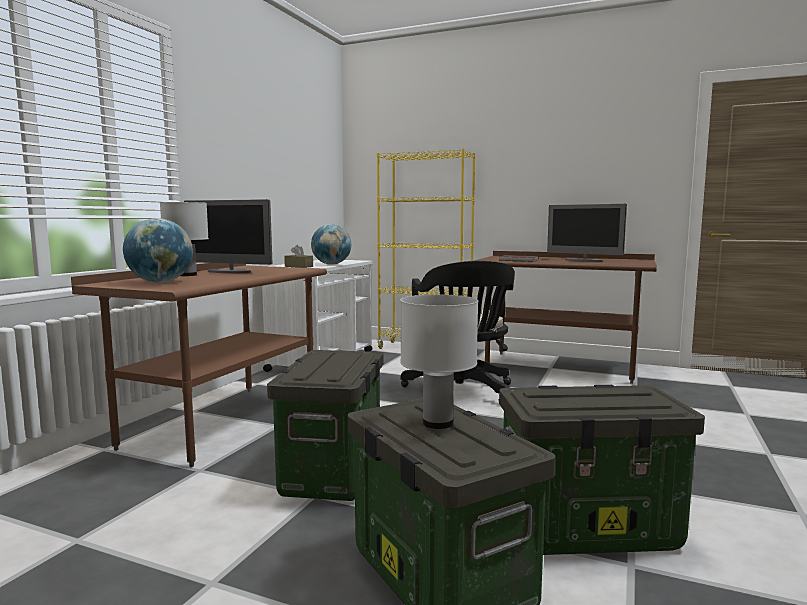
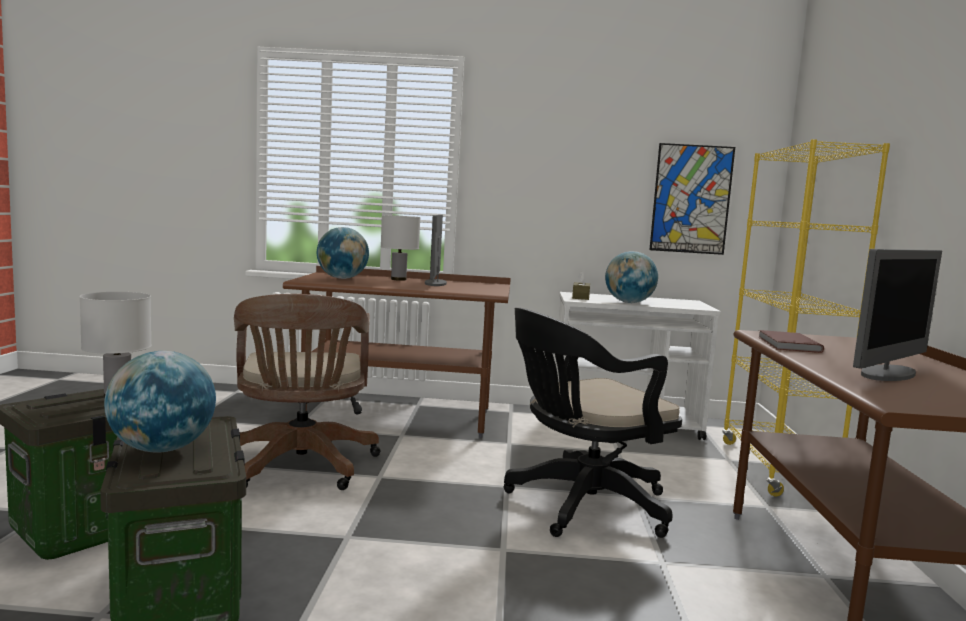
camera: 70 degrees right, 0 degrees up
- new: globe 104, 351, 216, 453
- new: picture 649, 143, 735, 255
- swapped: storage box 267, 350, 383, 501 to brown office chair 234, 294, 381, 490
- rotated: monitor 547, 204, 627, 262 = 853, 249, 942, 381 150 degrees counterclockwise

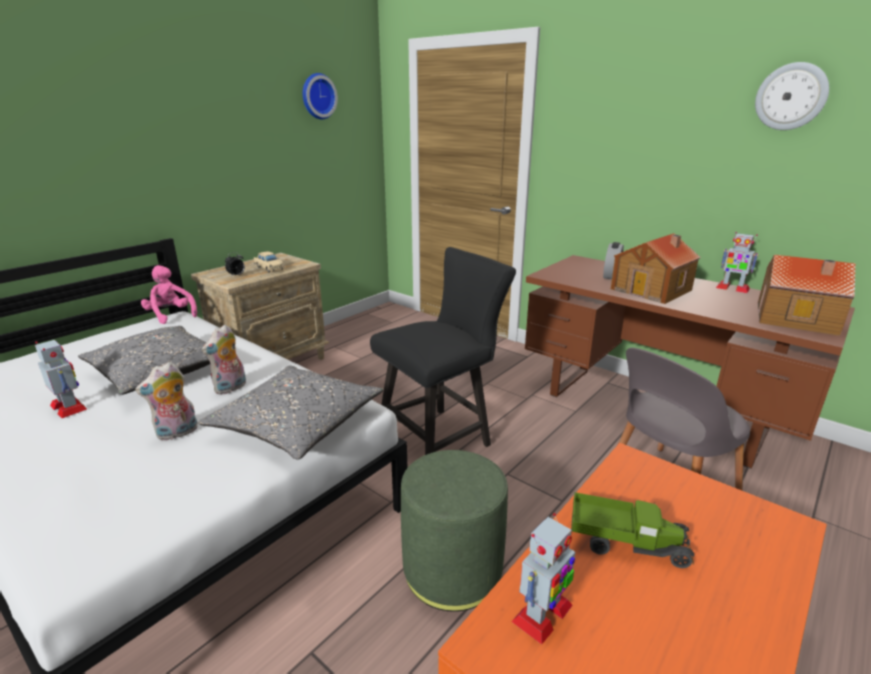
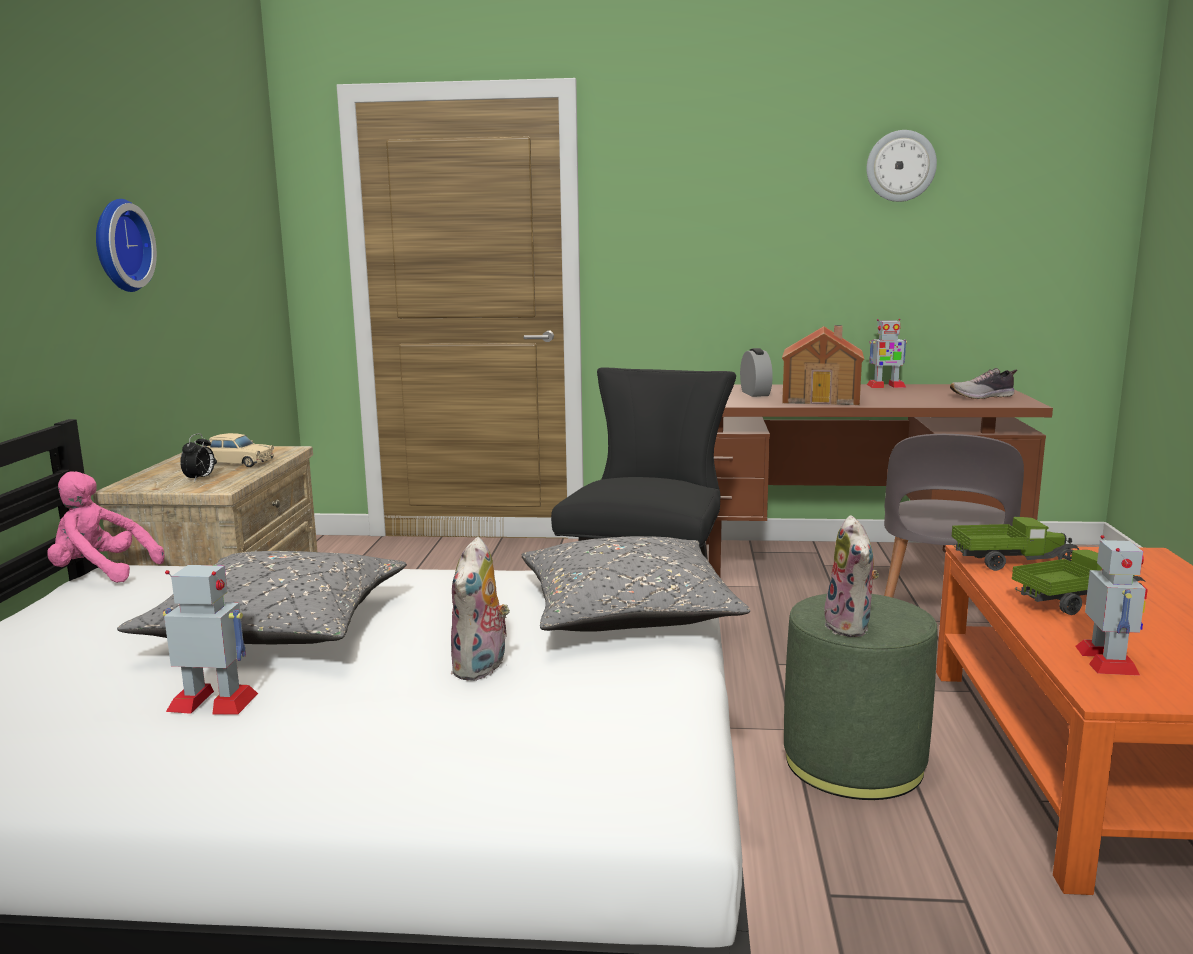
camera: 35 degrees left, 10 degrees down
- new: toy truck 951, 517, 1079, 571
- shifted: plush toy 202, 325, 246, 395 to 820, 515, 879, 637
- shifted: wall clock 303, 73, 338, 119 to 96, 199, 157, 292
- swapped: toy house 758, 255, 856, 336 to shoe 950, 368, 1017, 399

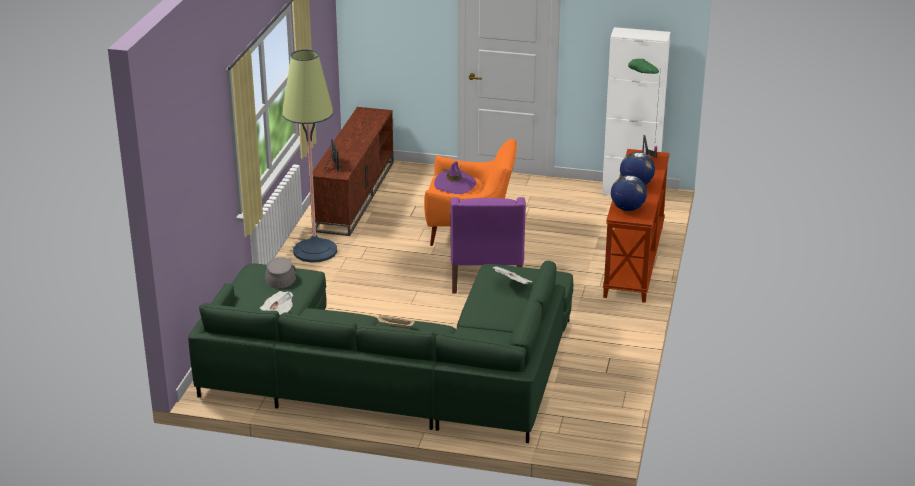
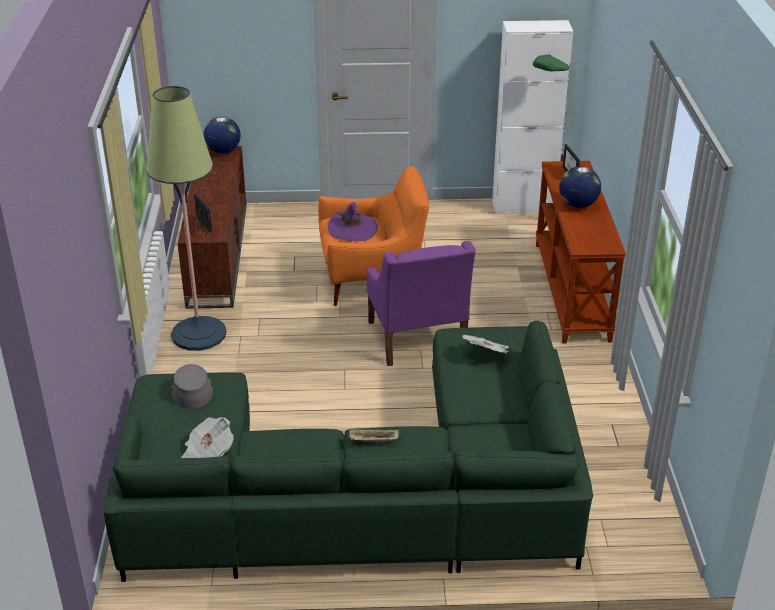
camera: 15 degrees left, 5 degrees up
- shifted: globe 611, 175, 647, 211 to 204, 117, 241, 154

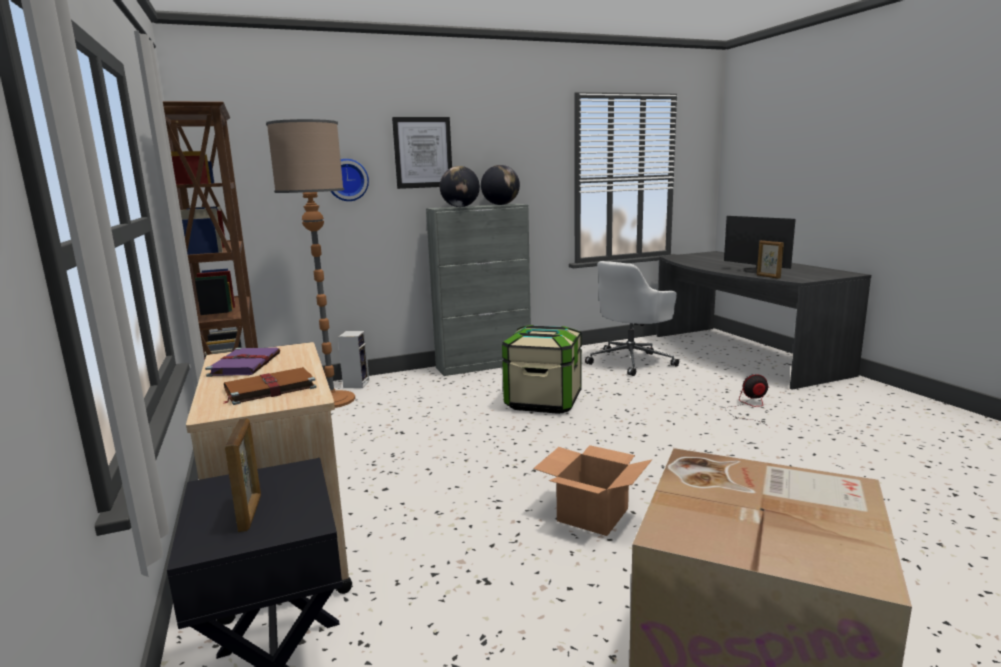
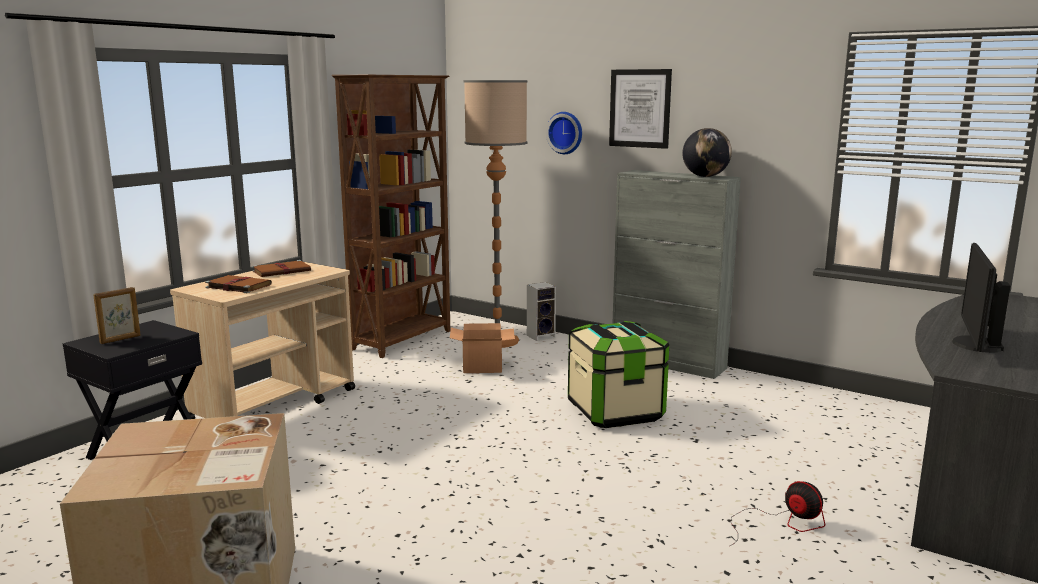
camera: 55 degrees right, 0 degrees up
- gone: globe 440, 166, 480, 207
- gone: white office chair 585, 261, 679, 376
- gone: picture frame 757, 240, 784, 279
- shifted: cardboard box 533, 445, 652, 536 to 450, 323, 515, 373
- repainted: purple book 205, 347, 280, 377 to brown book 252, 260, 311, 277

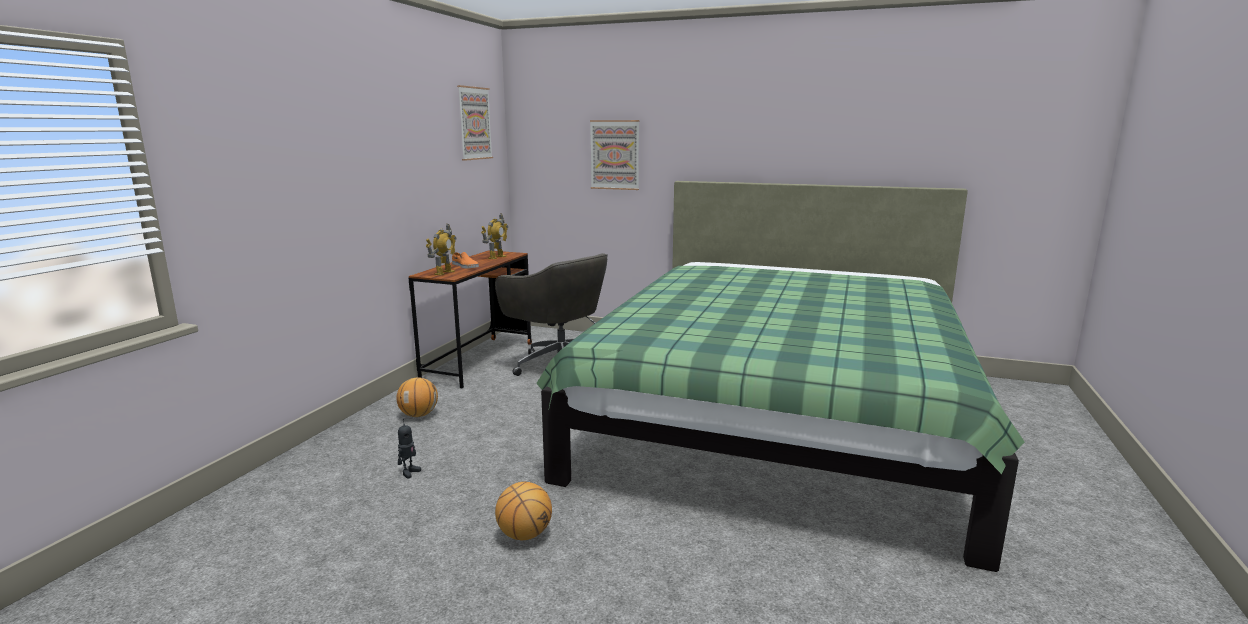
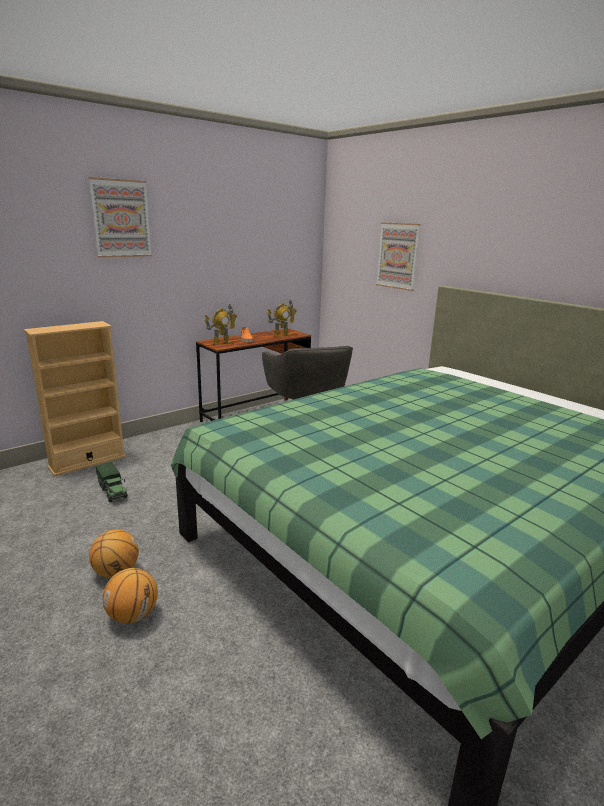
camera: 30 degrees right, 5 degrees up
- new: beige bookcase 24, 321, 126, 477
- shifted: basketball 396, 377, 438, 417 to 103, 568, 158, 624
- shifted: picture 457, 85, 493, 161 to 89, 177, 152, 258
- swapped: toy robot 398, 419, 421, 478 to toy truck 96, 462, 128, 502

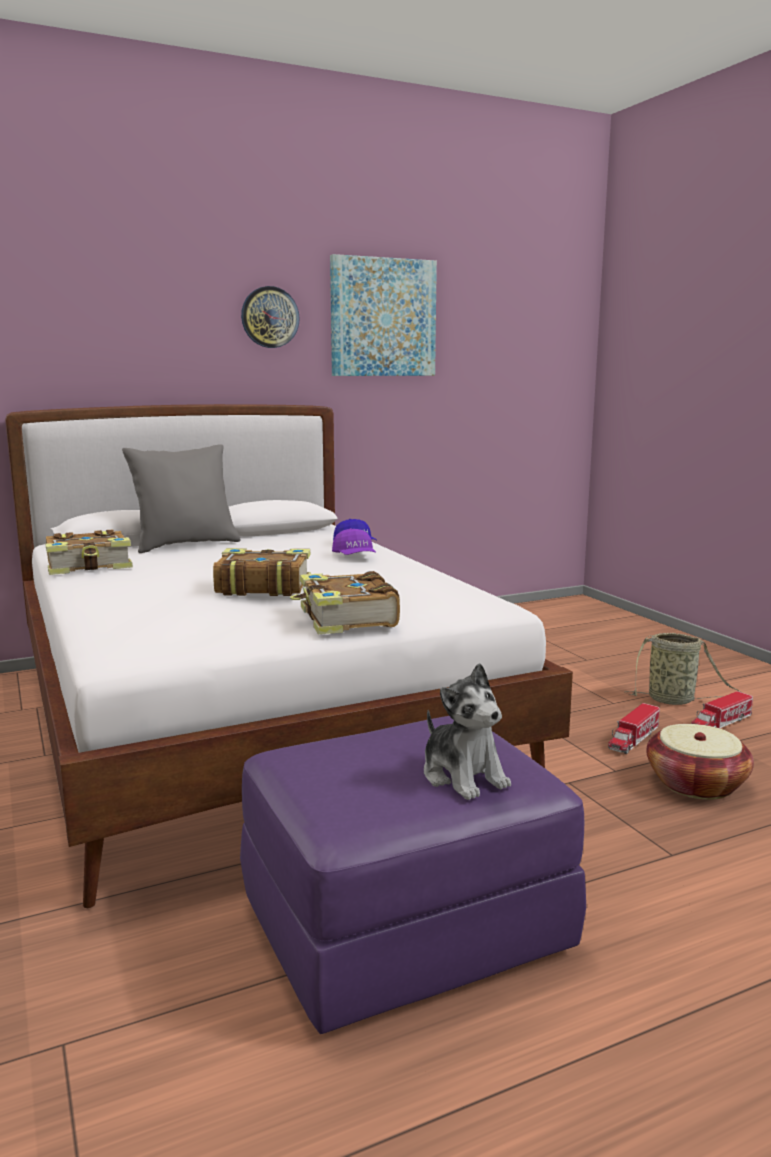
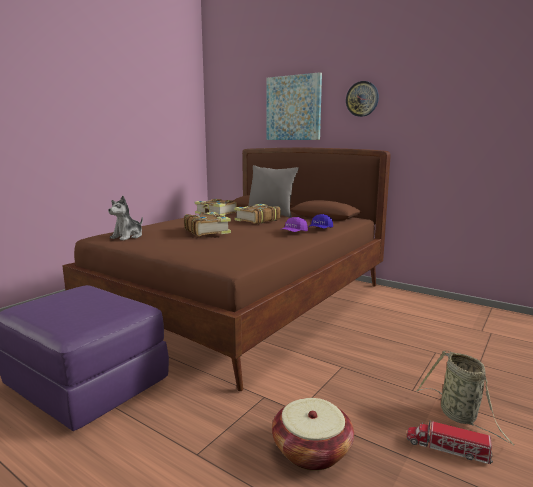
camera: 60 degrees right, 0 degrees up
- gone: toy truck 608, 703, 660, 754
- shifted: book 290, 571, 400, 634 to 234, 204, 281, 224
- shifted: picture 330, 254, 437, 376 to 266, 72, 322, 140
- shifted: plush toy 424, 663, 511, 800 to 108, 196, 143, 240
- repainted: white bed 5, 404, 573, 908 to brown bed 62, 148, 391, 391

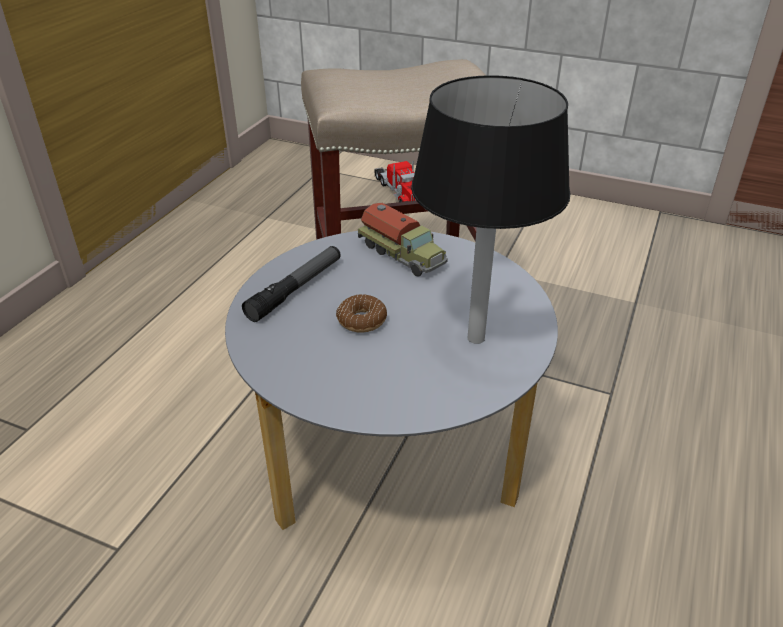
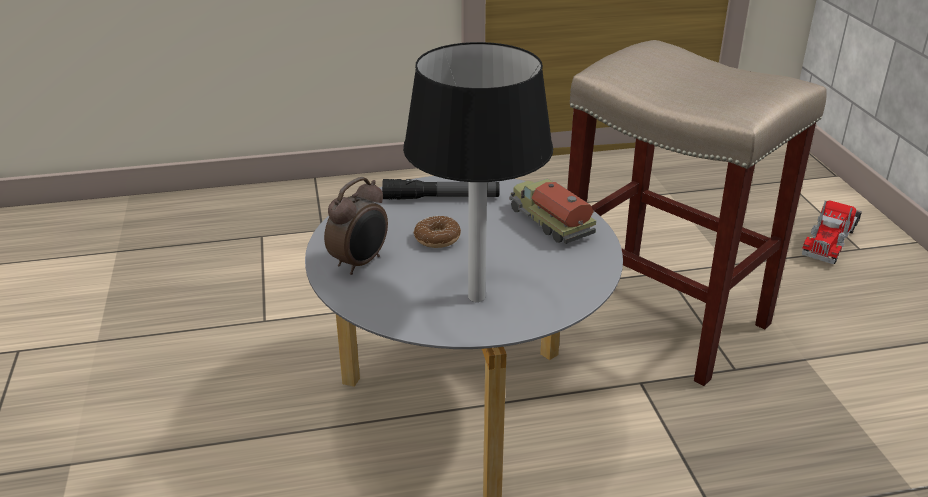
camera: 55 degrees right, 5 degrees down
- new: alarm clock 324, 177, 388, 275
- rotated: toy truck 358, 203, 448, 277 = 509, 179, 596, 244 135 degrees clockwise

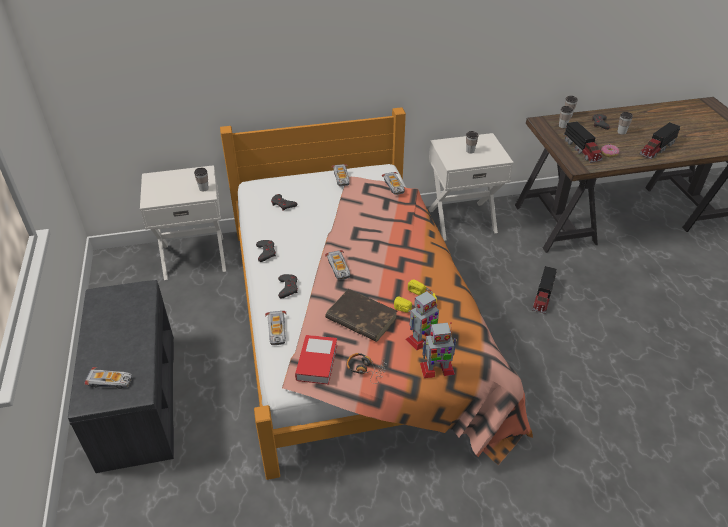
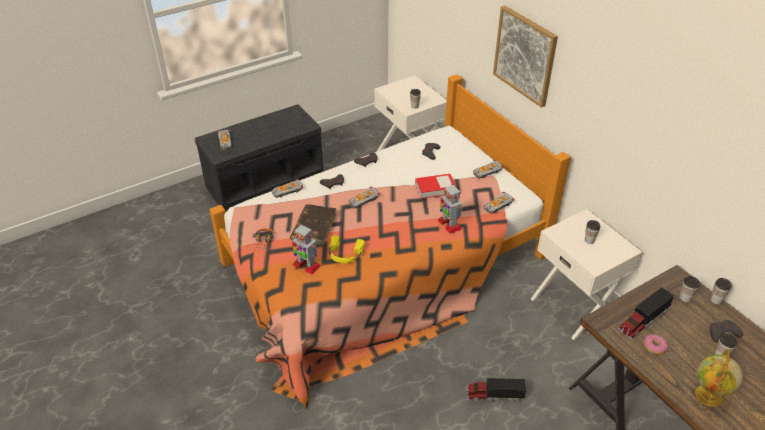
camera: 70 degrees right, 0 degrees up
- new: picture 493, 6, 558, 108
- shifted: book 295, 335, 337, 385 to 415, 174, 457, 199
- shifted: toy robot 420, 322, 457, 378 to 438, 184, 462, 234
- swapped: toy truck 639, 122, 681, 159 to globe 695, 349, 743, 407

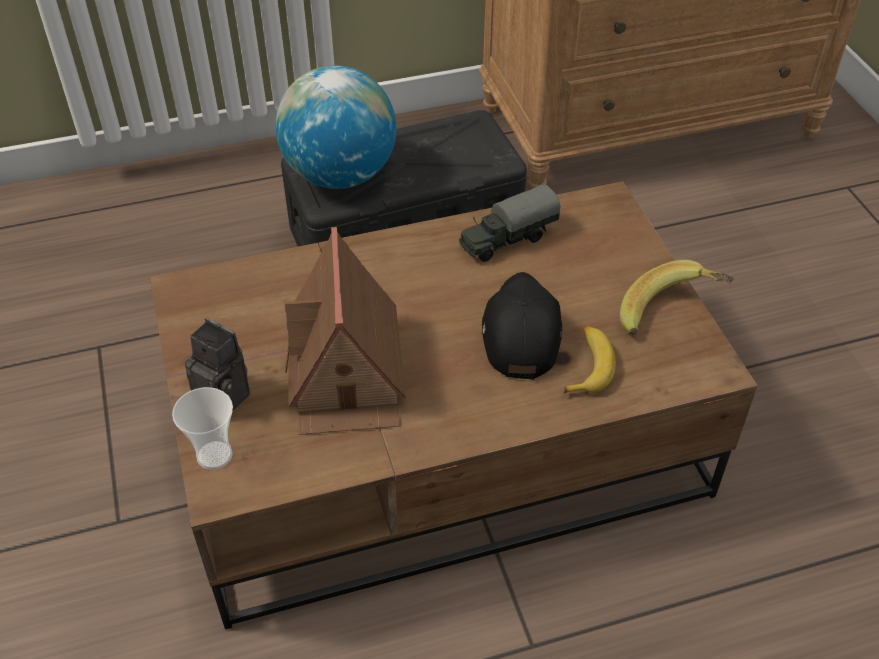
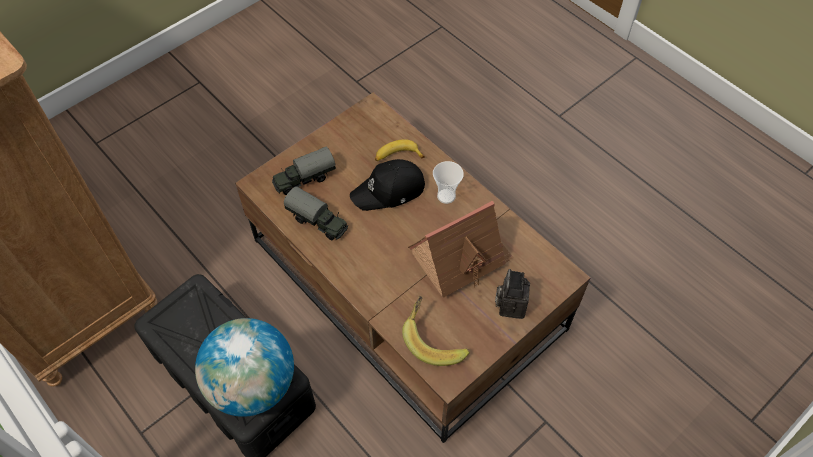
camera: 115 degrees left, 10 degrees up
- new: toy truck 272, 147, 336, 195
- shifted: cup 172, 387, 233, 470 to 433, 161, 464, 204
- shifted: banana 620, 260, 734, 335 to 402, 296, 470, 366

